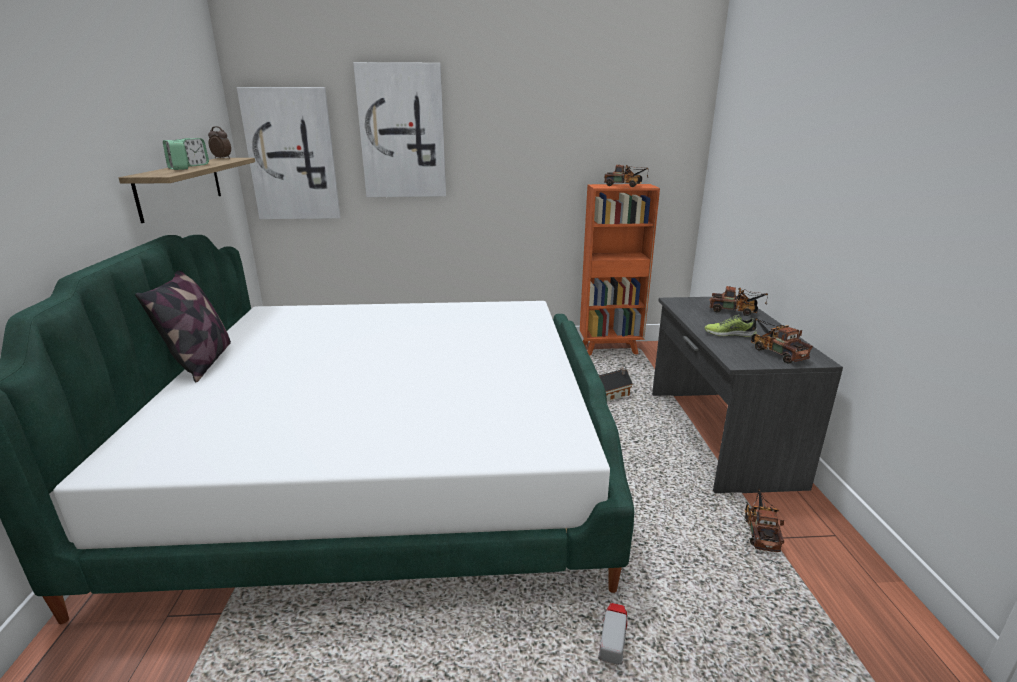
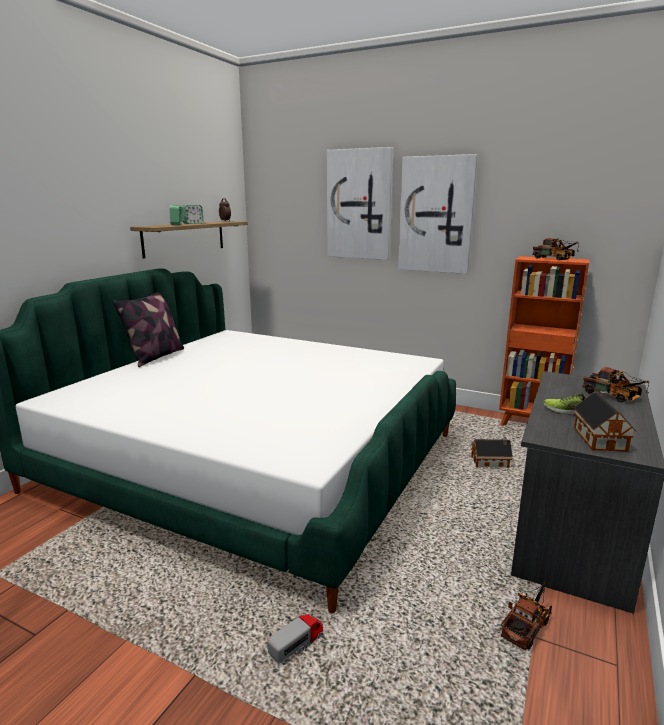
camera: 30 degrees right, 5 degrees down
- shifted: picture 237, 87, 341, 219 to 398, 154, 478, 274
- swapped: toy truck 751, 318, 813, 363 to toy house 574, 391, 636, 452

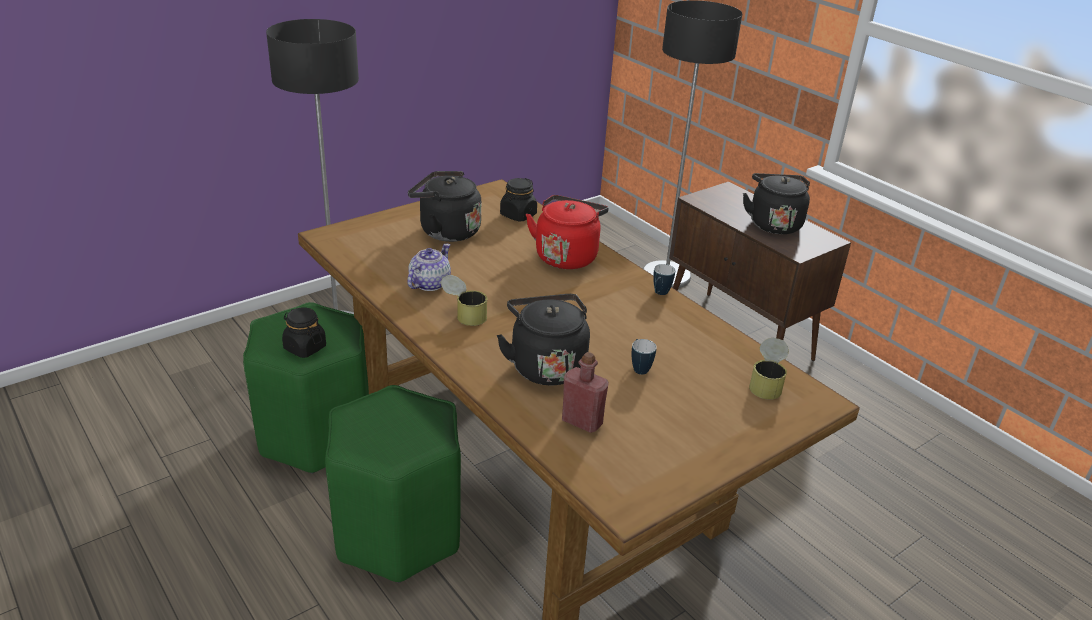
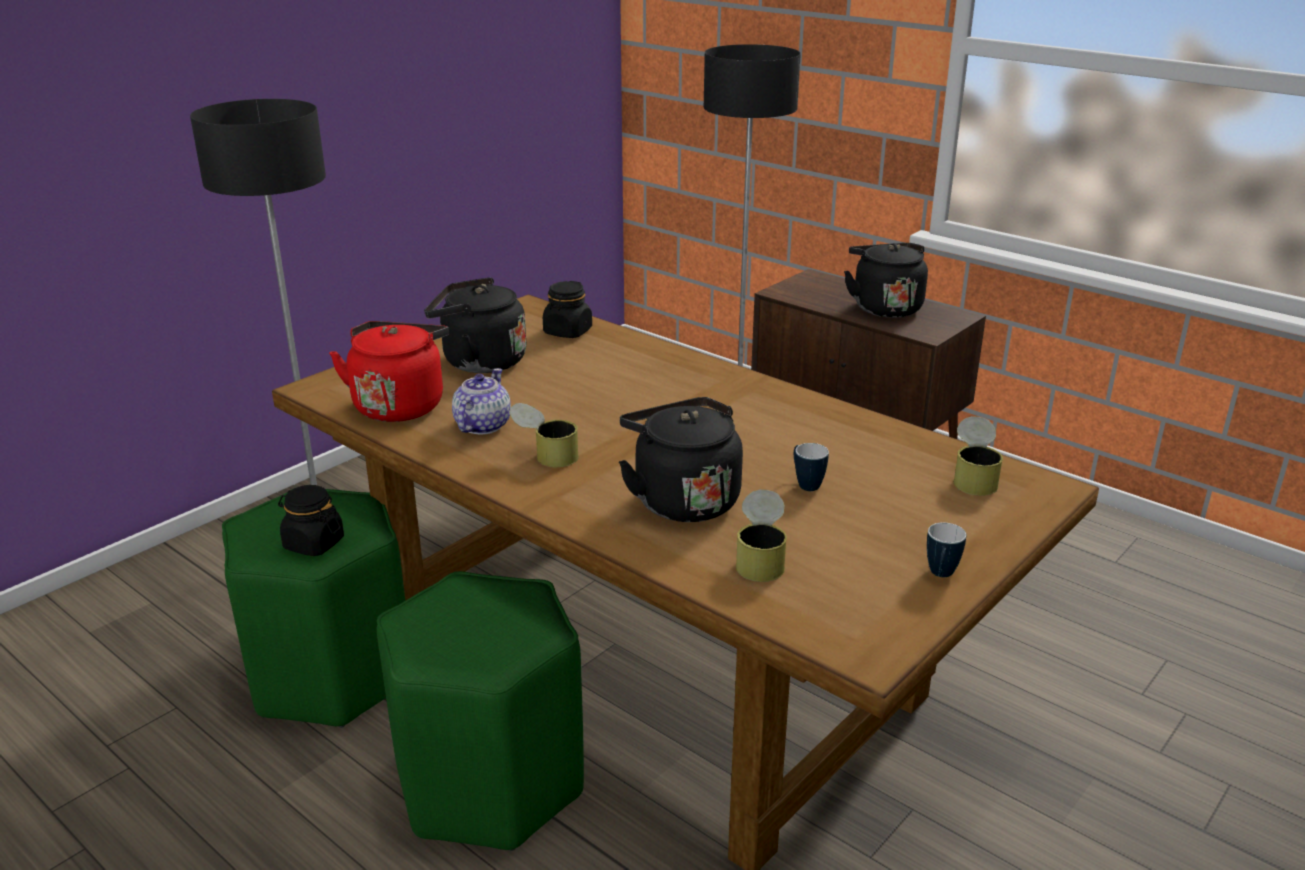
camera: 10 degrees left, 5 degrees down
- shifted: red kettle 526, 195, 609, 269 to 329, 321, 449, 422
- shifted: mug 653, 264, 675, 295 to 927, 522, 966, 577
- swapped: red bottle 562, 352, 609, 433 to can 736, 489, 787, 582

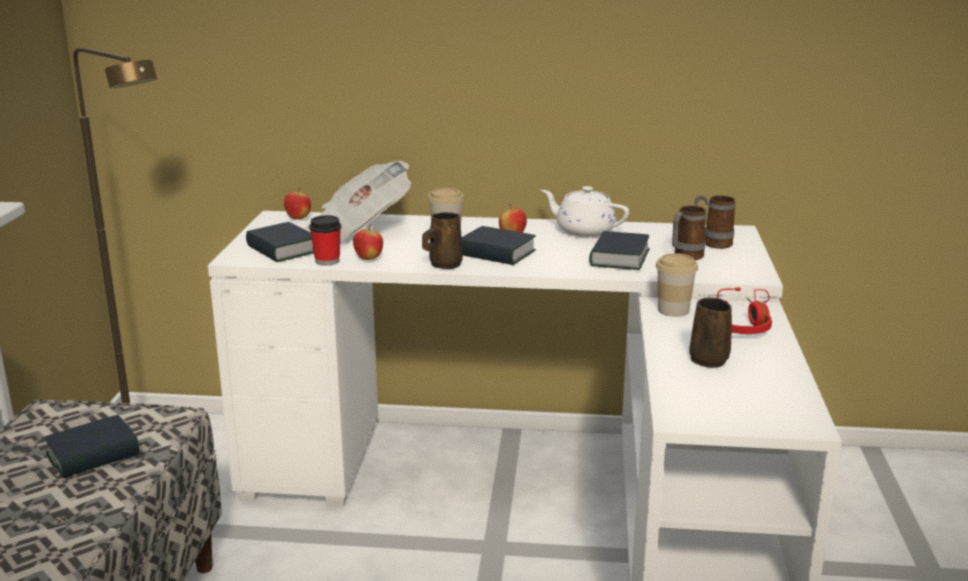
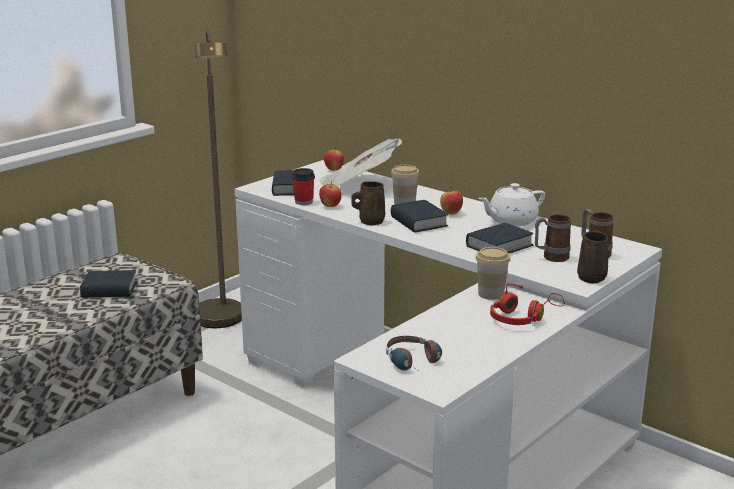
camera: 35 degrees right, 0 degrees up
- new: headphones 386, 336, 442, 373
- shifted: brown mug 689, 297, 732, 368 to 577, 231, 608, 283
- rotated: white teapot 541, 186, 629, 237 = 478, 183, 545, 227 90 degrees counterclockwise

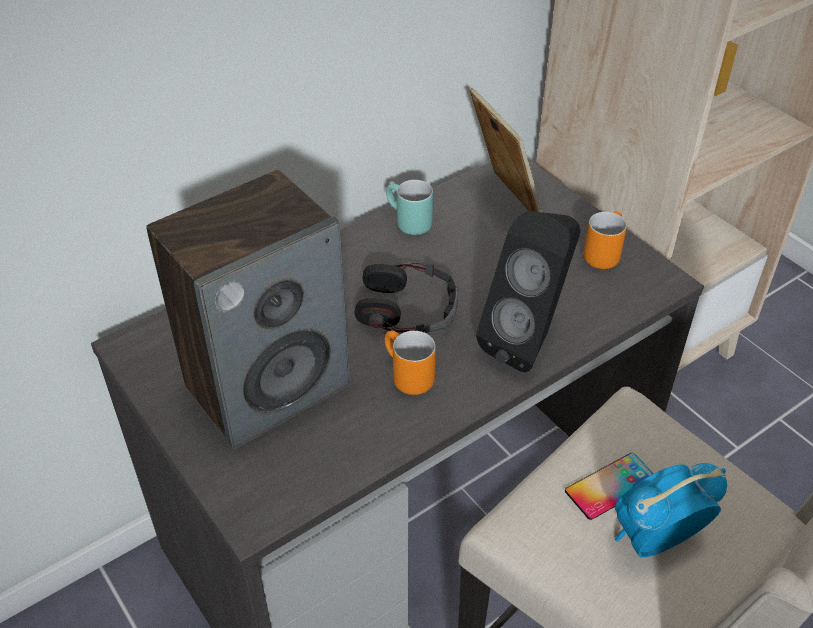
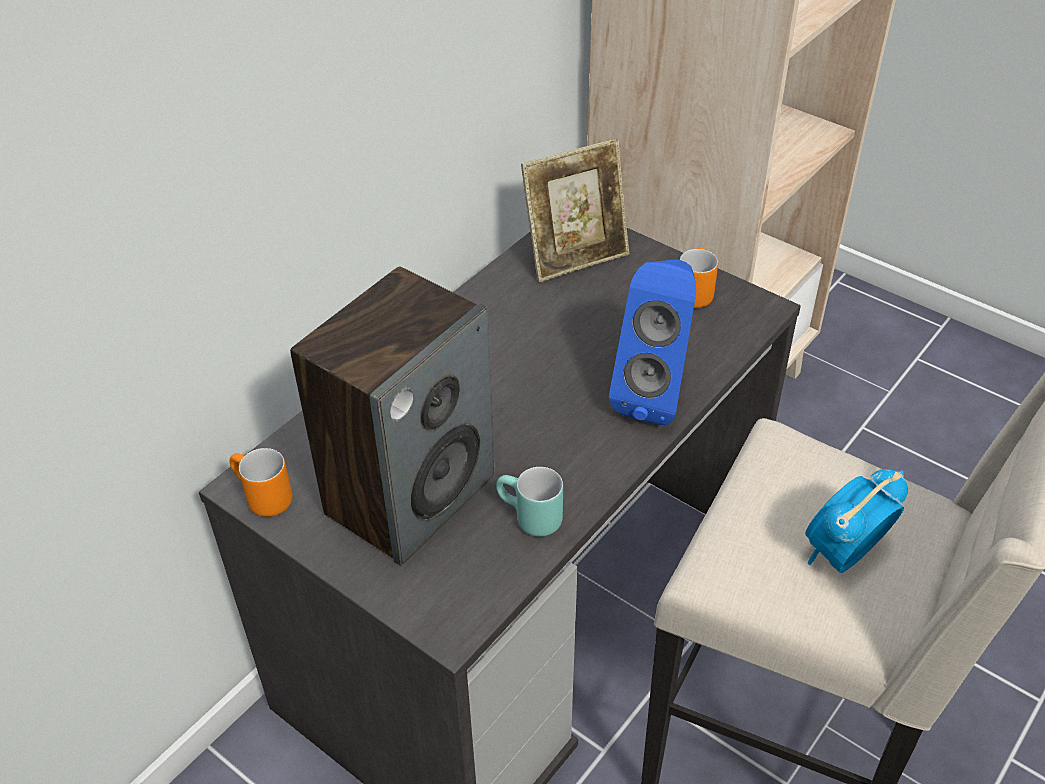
camera: 15 degrees left, 0 degrees up
- gone: headphones 354, 263, 458, 333
- gone: phone 565, 453, 654, 520
- shifted: orange mug 385, 330, 436, 395 to 230, 448, 292, 517
- shifted: turquoise mug 386, 180, 433, 235 to 496, 467, 563, 536
- repainted: black speaker 476, 211, 580, 372 to blue speaker 609, 260, 696, 425
- rotated: picture frame 469, 88, 542, 212 = 521, 139, 629, 282 105 degrees clockwise

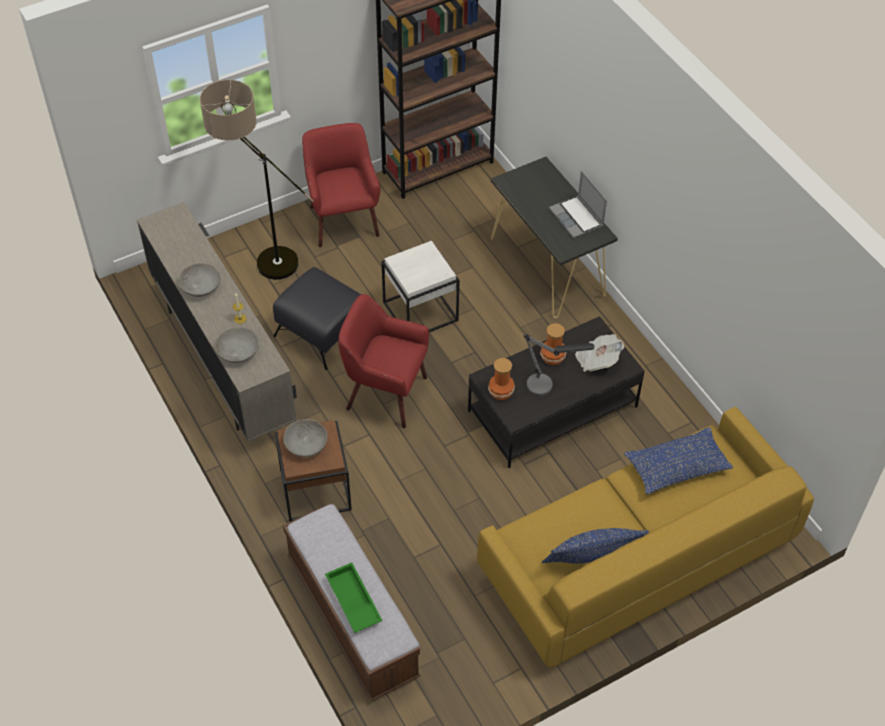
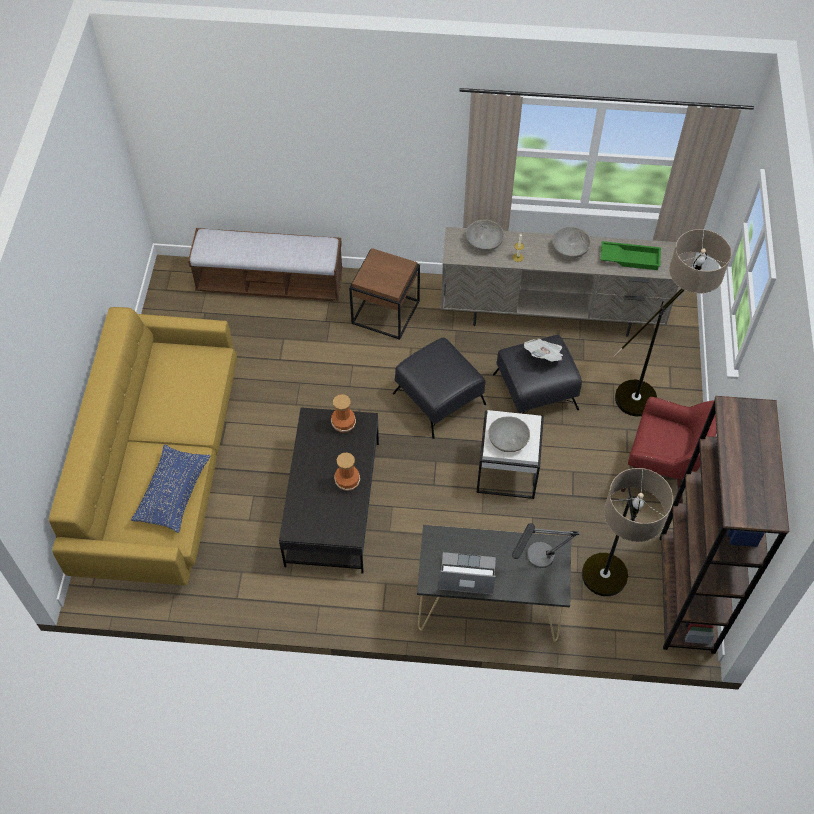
camera: 125 degrees right, 5 degrees up
- gone: blue pillow 542, 528, 649, 564
- new: floor lamp 582, 468, 673, 596
- shifted: grey bowl 283, 419, 328, 458 to 488, 416, 530, 452
- shifted: green tray 325, 562, 383, 633 to 600, 241, 661, 270
- shifted: table lamp 524, 334, 595, 396 to 512, 523, 579, 568
- shifted: newspaper 575, 334, 624, 372 to 524, 338, 563, 362
- swapped: red armchair 338, 294, 429, 428 to black ottoman 393, 337, 486, 439

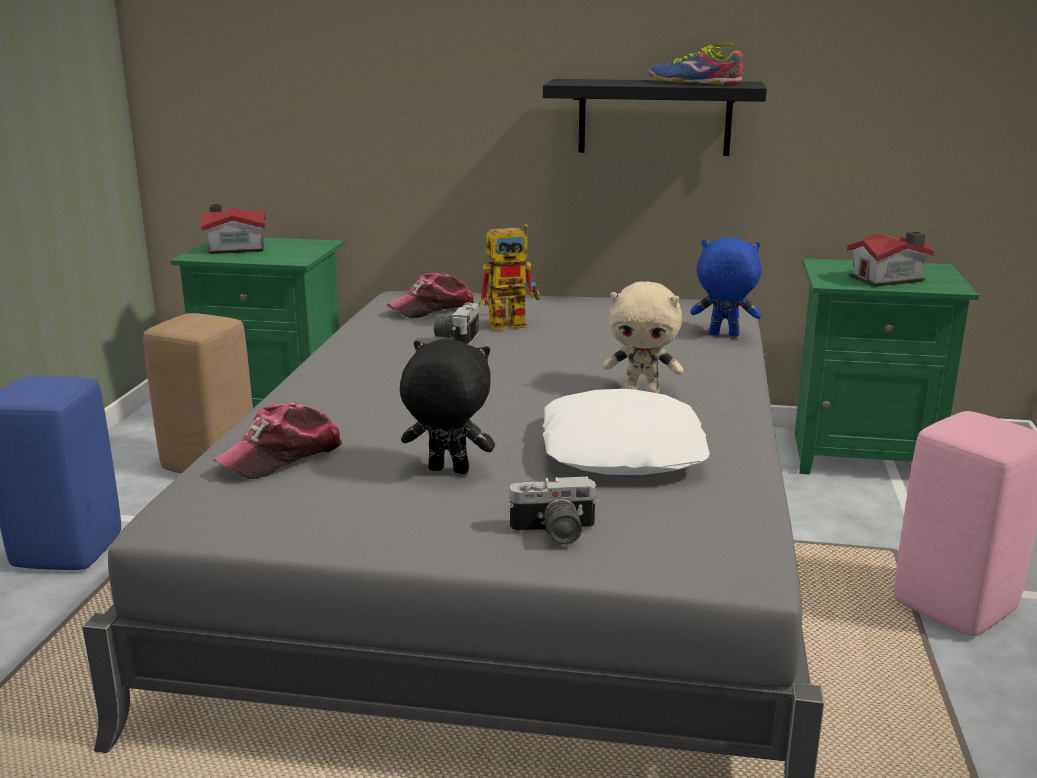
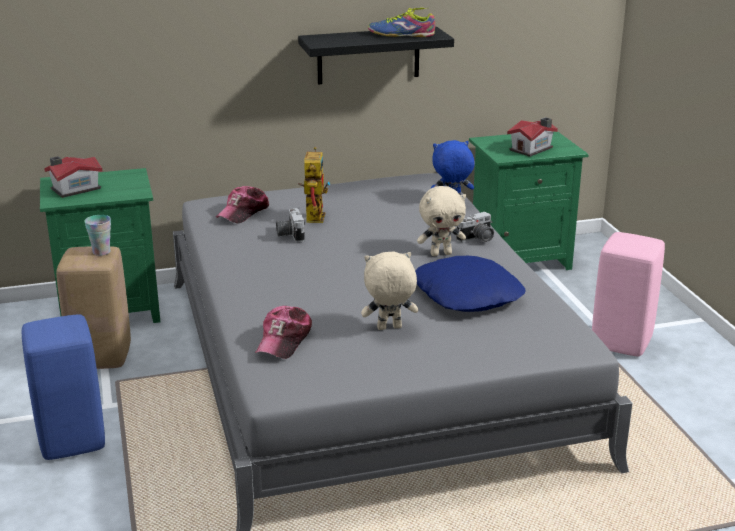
camera: 25 degrees left, 5 degrees up
- new: cup 85, 215, 111, 256
- shifted: photo camera 508, 477, 599, 545 to 456, 212, 494, 242
- repainted: black plush toy 400, 339, 495, 474 to beige plush toy 361, 252, 418, 330
- repainted: white pillow 543, 389, 710, 475 to blue pillow 415, 256, 525, 312
- rotated: toy robot 479, 224, 541, 330 = 298, 147, 330, 223 45 degrees counterclockwise

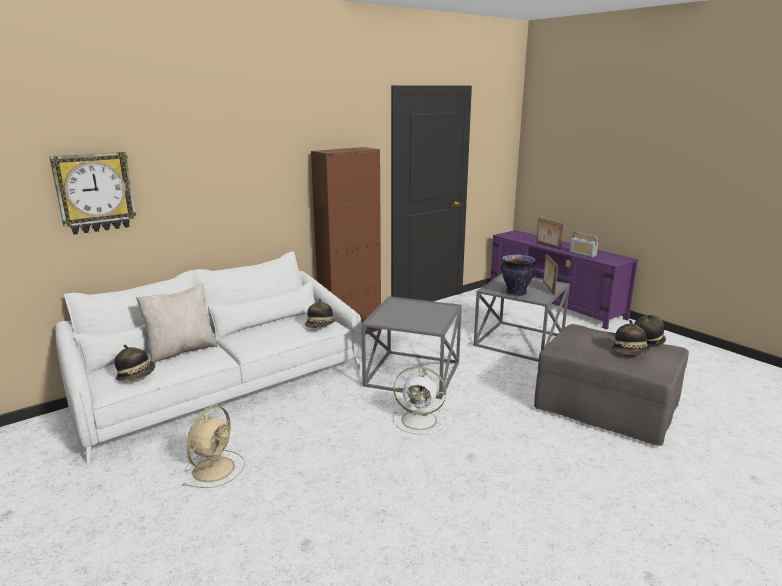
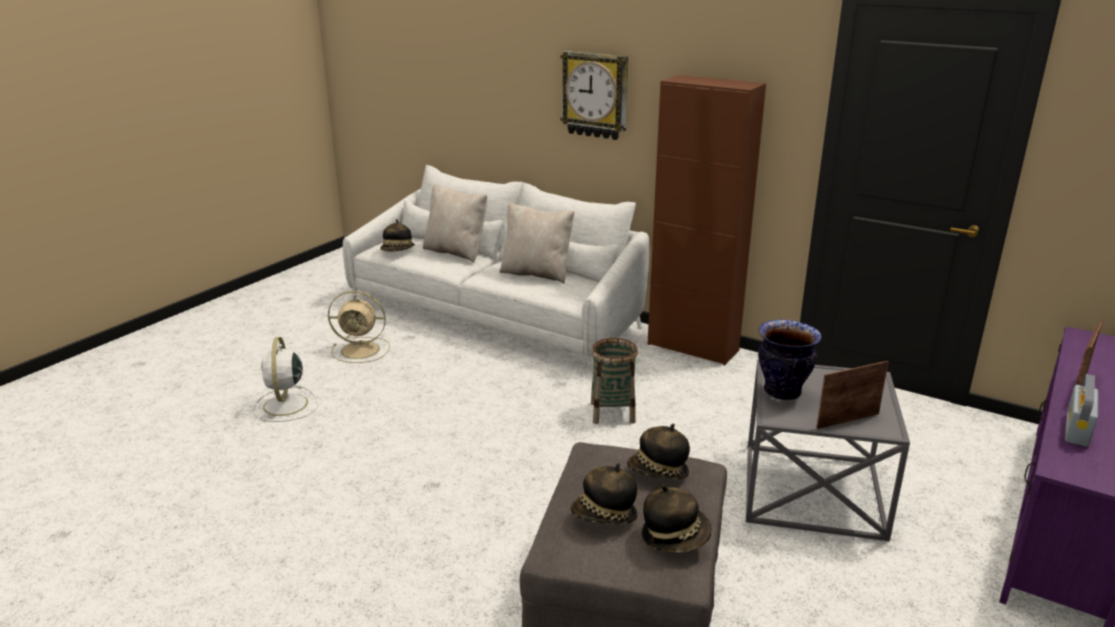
camera: 70 degrees right, 5 degrees up
- new: beige pillow 499, 203, 574, 284
- shifted: wall clock 49, 152, 137, 235 to 560, 51, 628, 140
- shifted: hat 305, 299, 335, 328 to 627, 424, 690, 479
- shifted: white fan 393, 366, 446, 435 to 253, 337, 318, 422
- swapped: grey side table 361, 296, 462, 399 to basket 591, 338, 638, 424

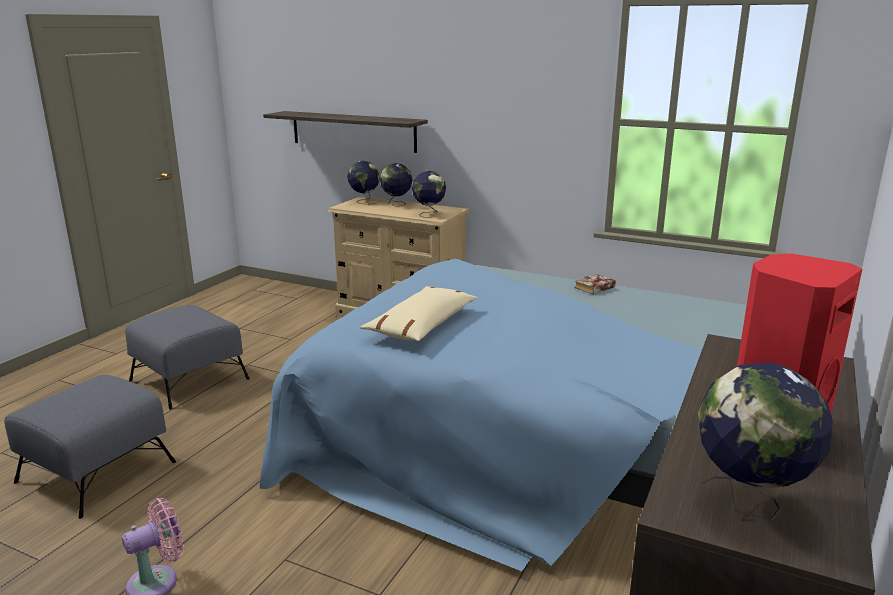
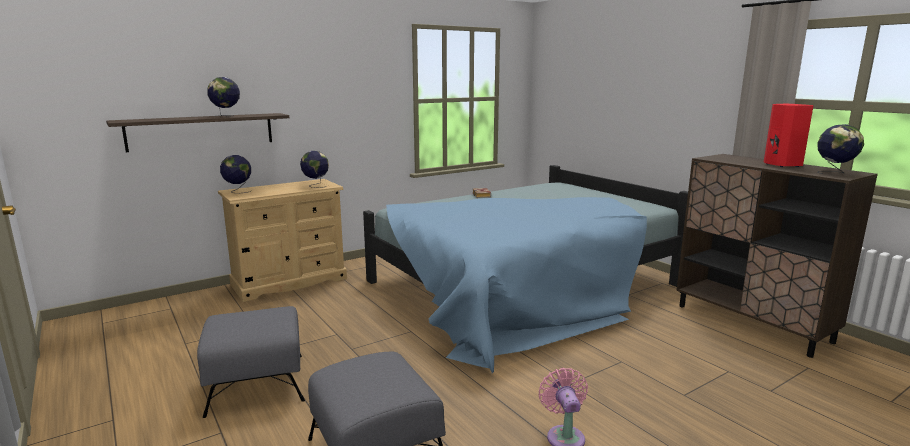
camera: 60 degrees left, 5 degrees down
- gone: beige pillow 360, 286, 477, 341
- shifted: globe 380, 163, 413, 206 to 207, 77, 240, 117

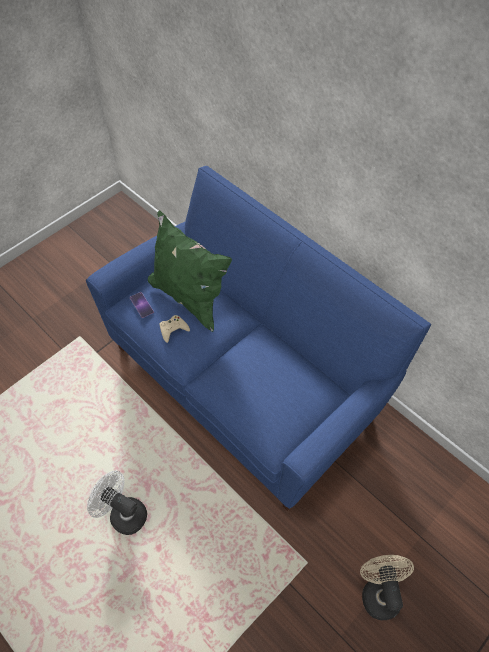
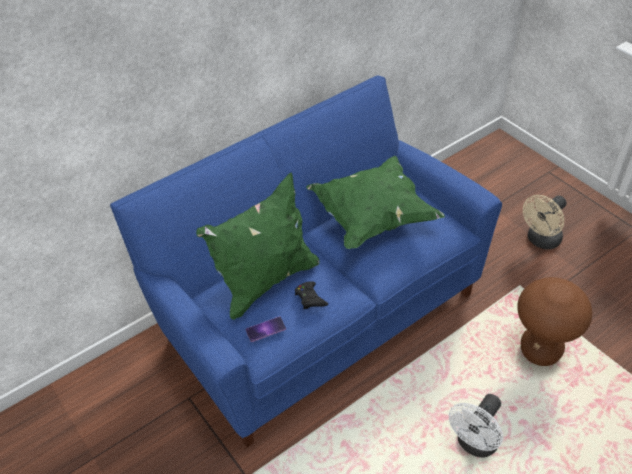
camera: 80 degrees left, 10 degrees down
- new: green pillow 306, 156, 445, 249
- new: brown stool 517, 277, 592, 366
- repainted: beige game controller 160, 315, 190, 343 to black game controller 295, 281, 328, 309
- rotated: beige fan 360, 555, 414, 620 = 523, 195, 567, 249 45 degrees counterclockwise

